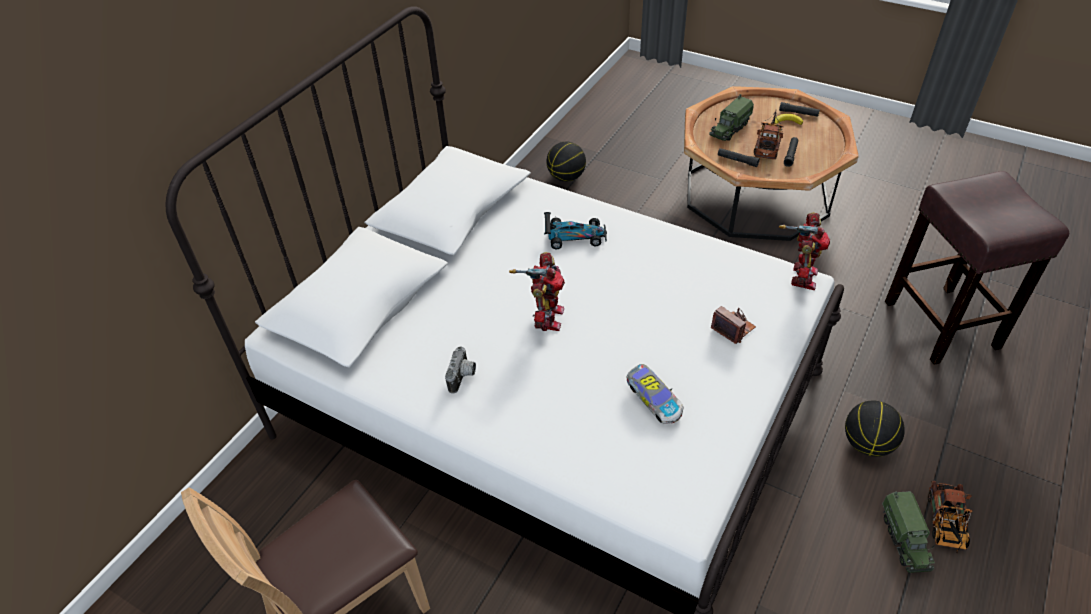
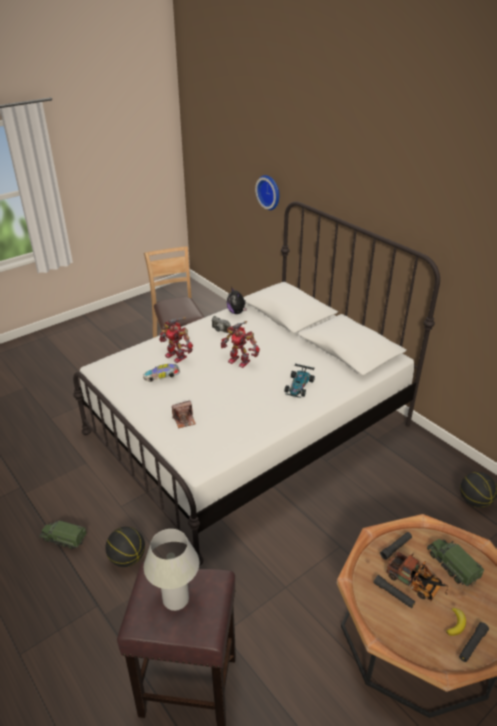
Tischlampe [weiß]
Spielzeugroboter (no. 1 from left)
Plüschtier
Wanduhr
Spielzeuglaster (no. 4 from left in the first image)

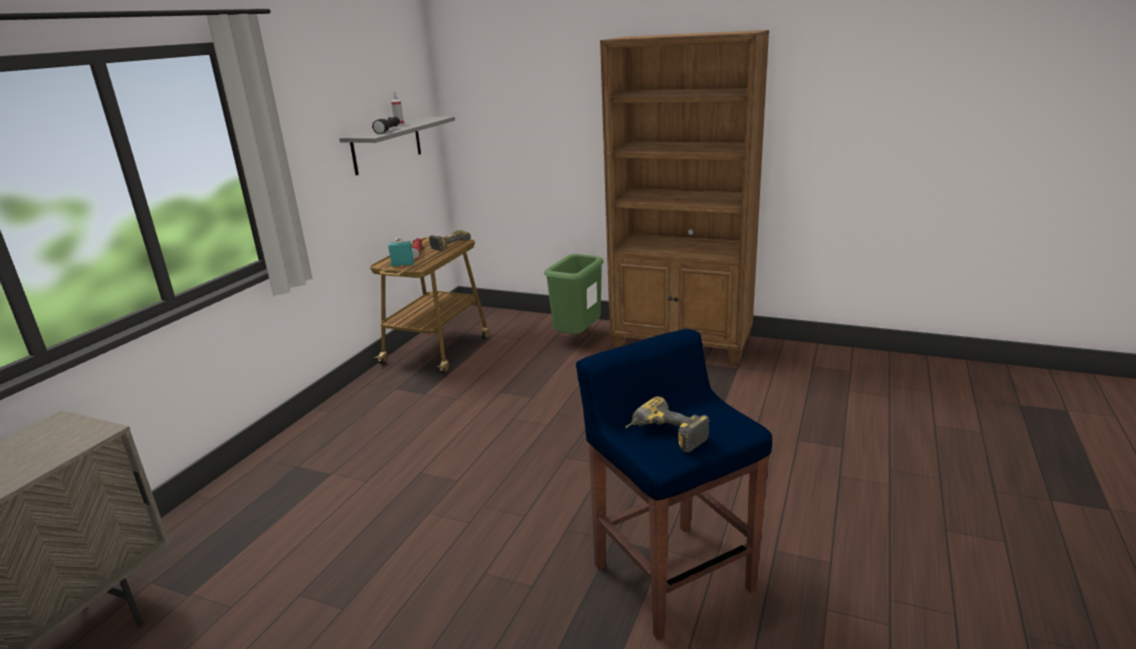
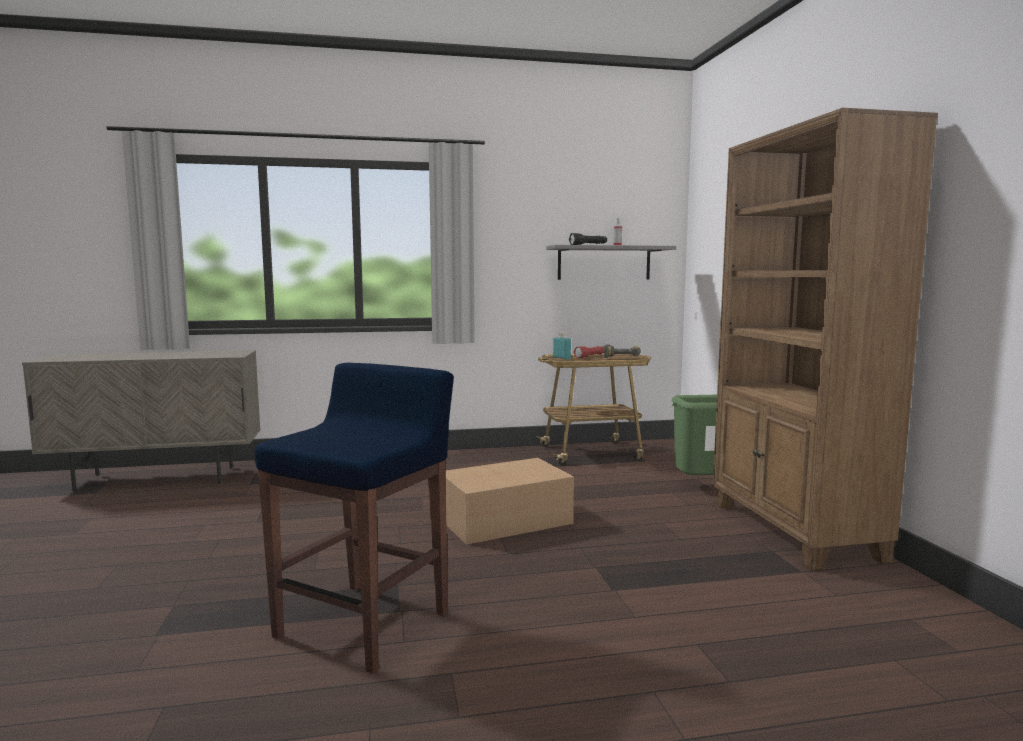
Karton
Bohrmaschine (no. 2 from left in the first image)

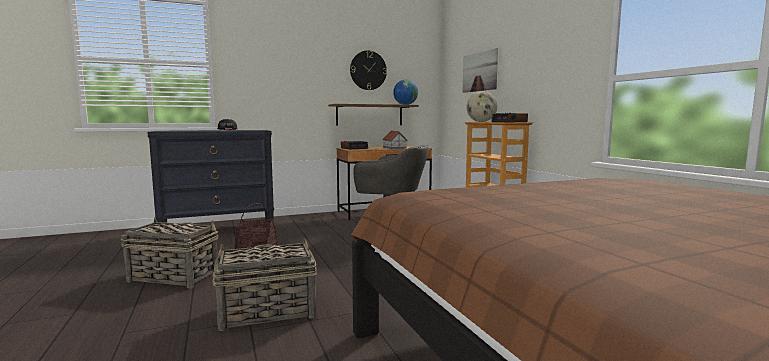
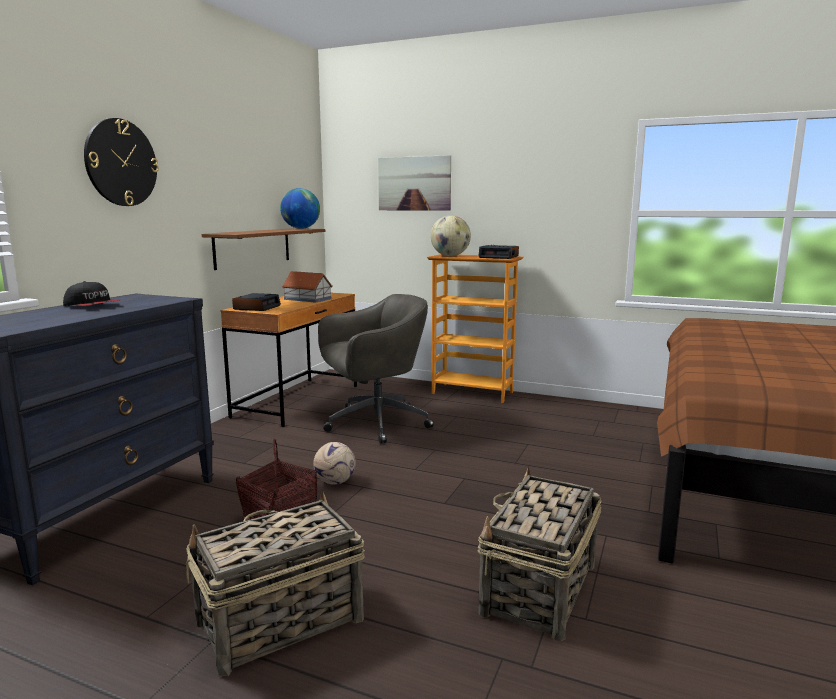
Wanduhr
Fußball

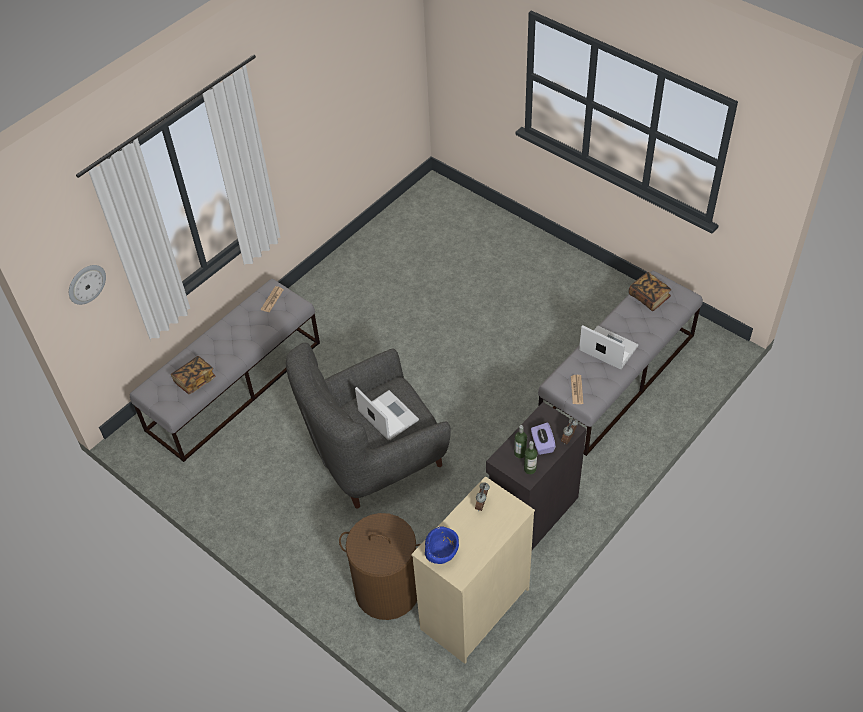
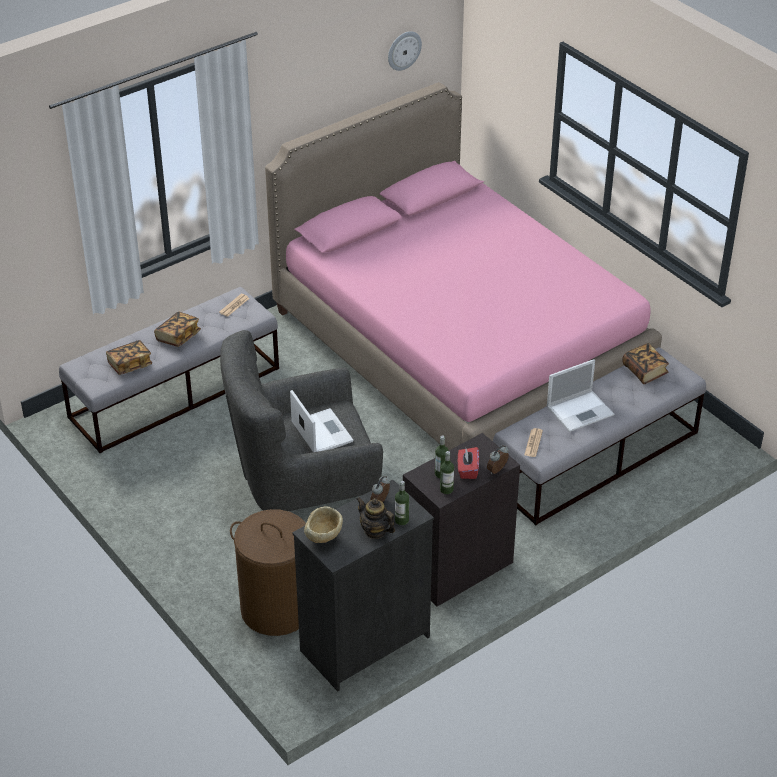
Buch (no. 2 from left)
Bett [rosa]
Kommode [schwarz]
Schüssel [beige]
Teekanne
Wanduhr
Flasche (no. 1 from left)
Taschentuchbox [rot]
Laptop (no. 2 from left)

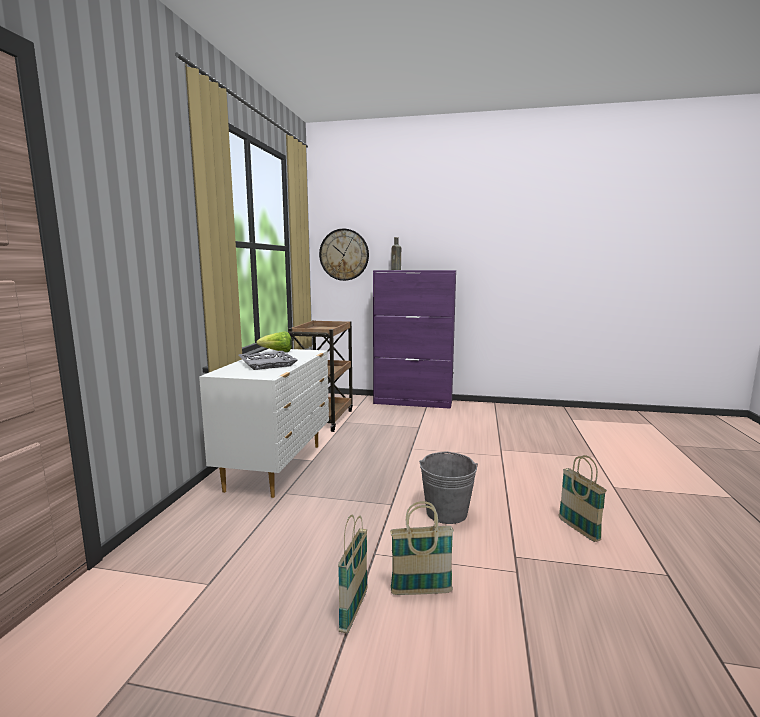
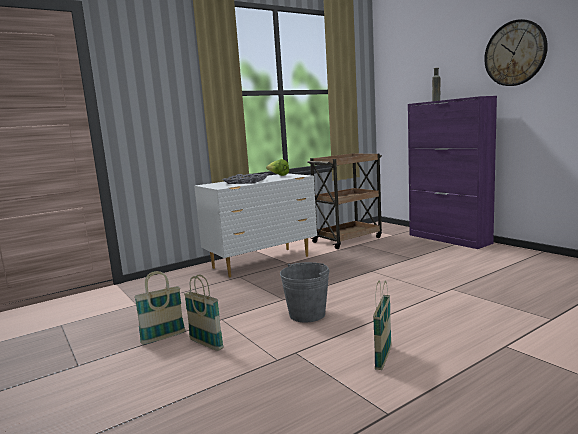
Wanduhr

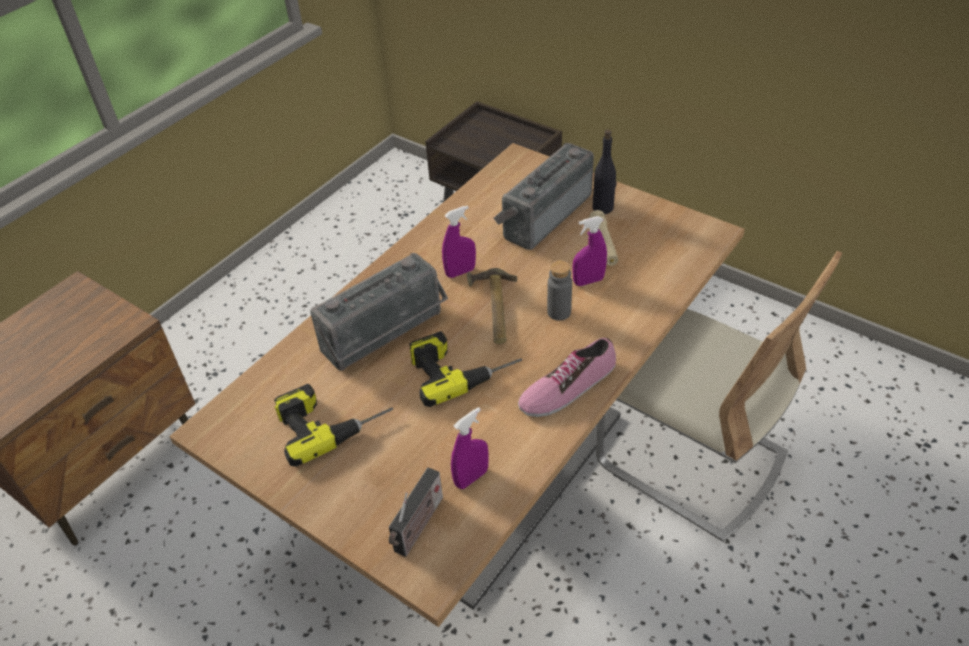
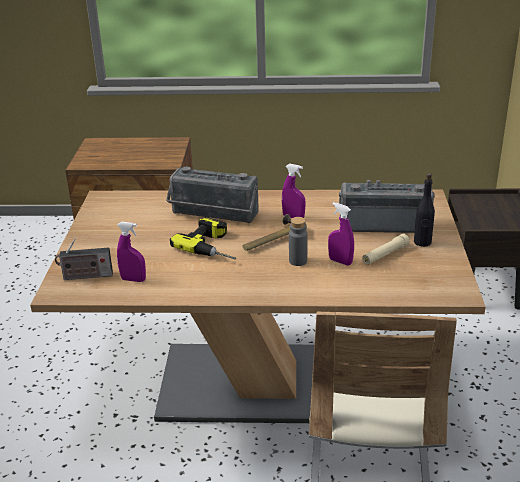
Bohrmaschine (no. 1 from left in the first image)
Schuh

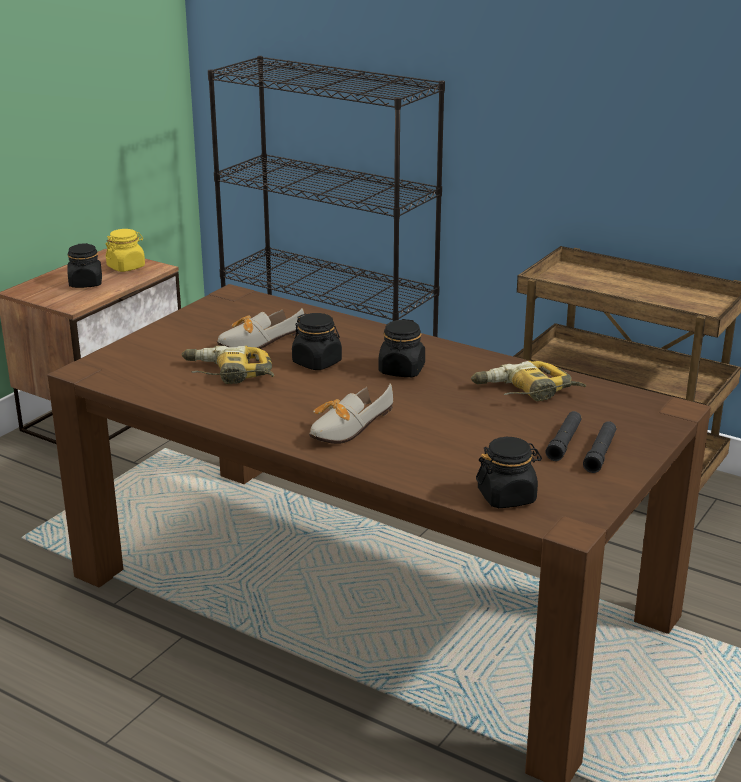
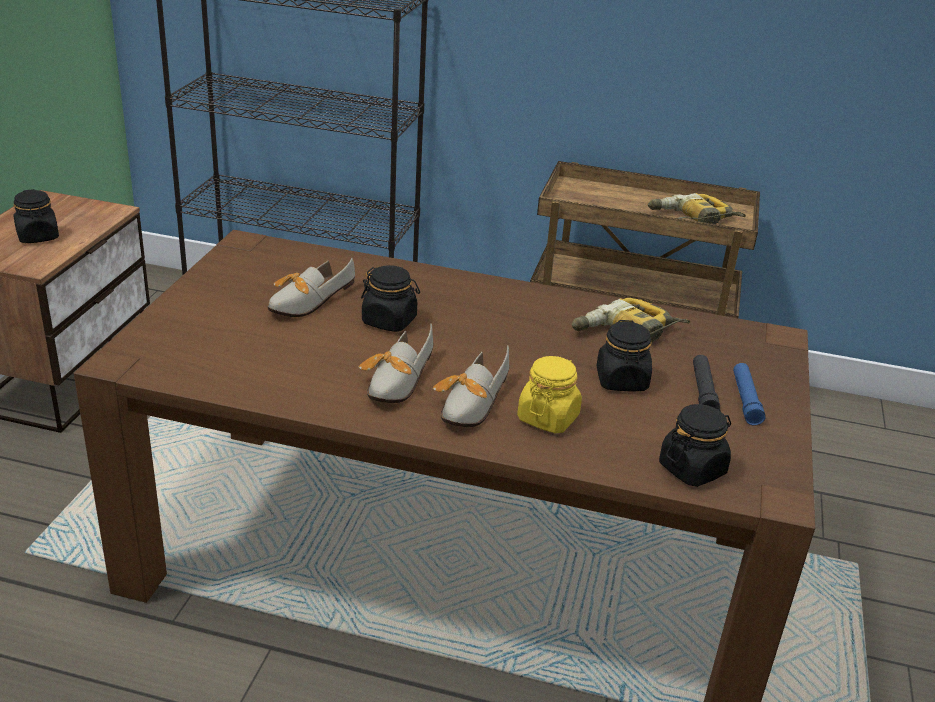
Schuh (no. 2 from left)
Vorratsglas [gelb]
Vorratsglas [schwarz] (no. 3 from left)
Bohrmaschine (no. 2 from left)
Taschenlampe [blau]

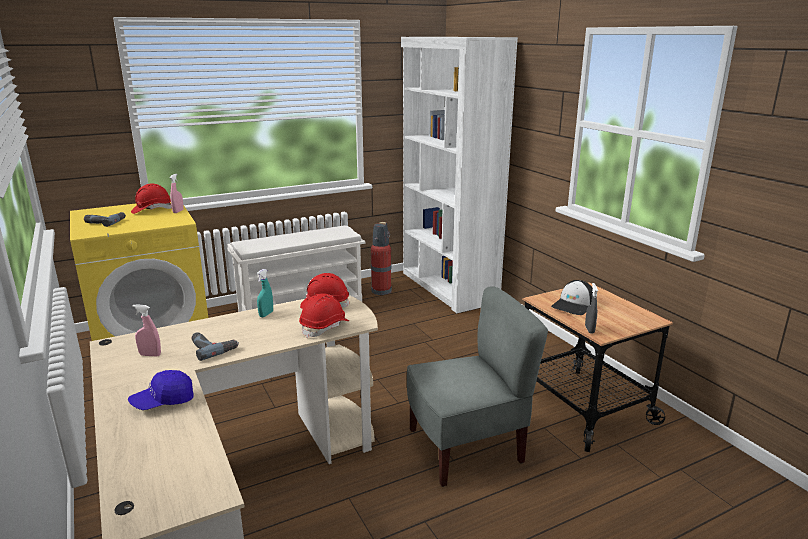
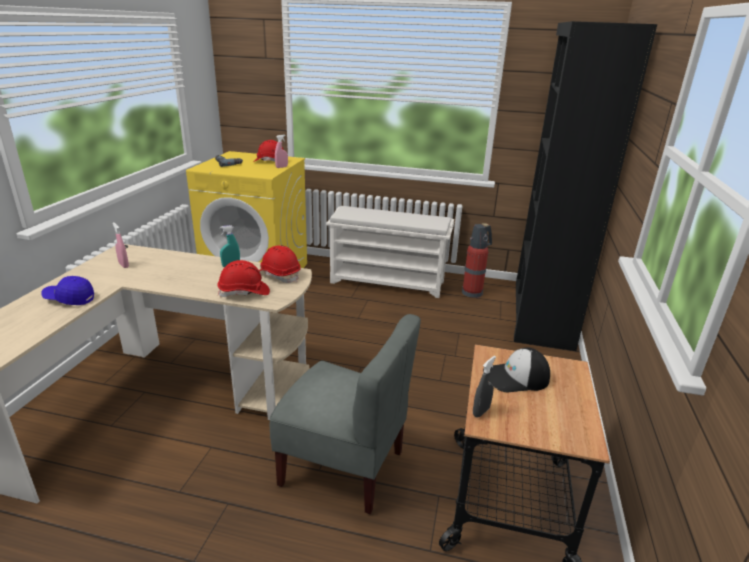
Bücherregal [schwarz]
Bohrmaschine (no. 2 from left in the first image)

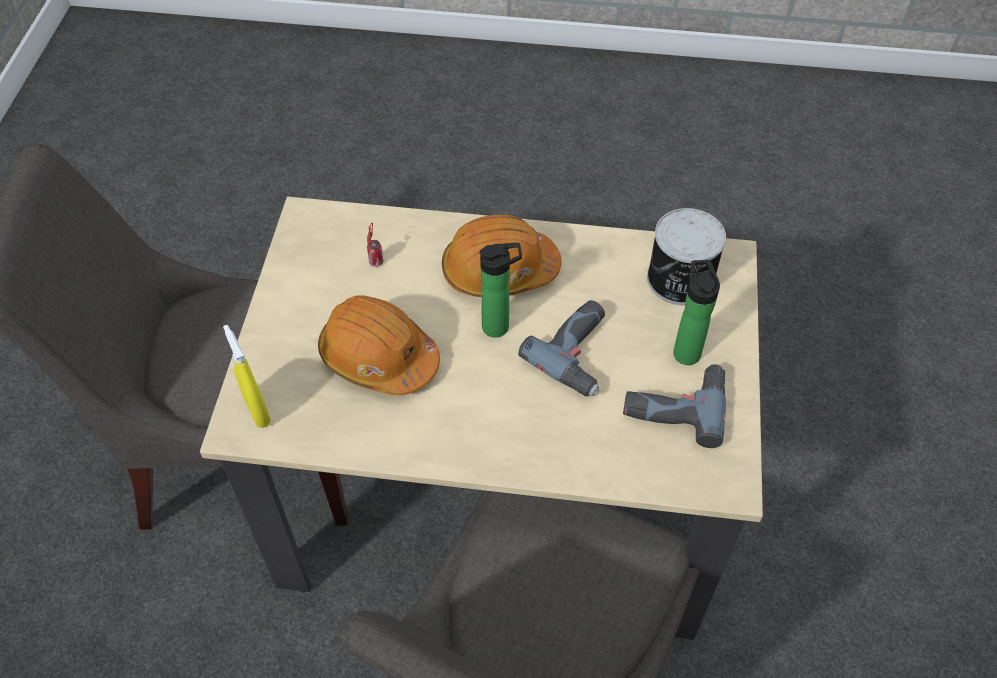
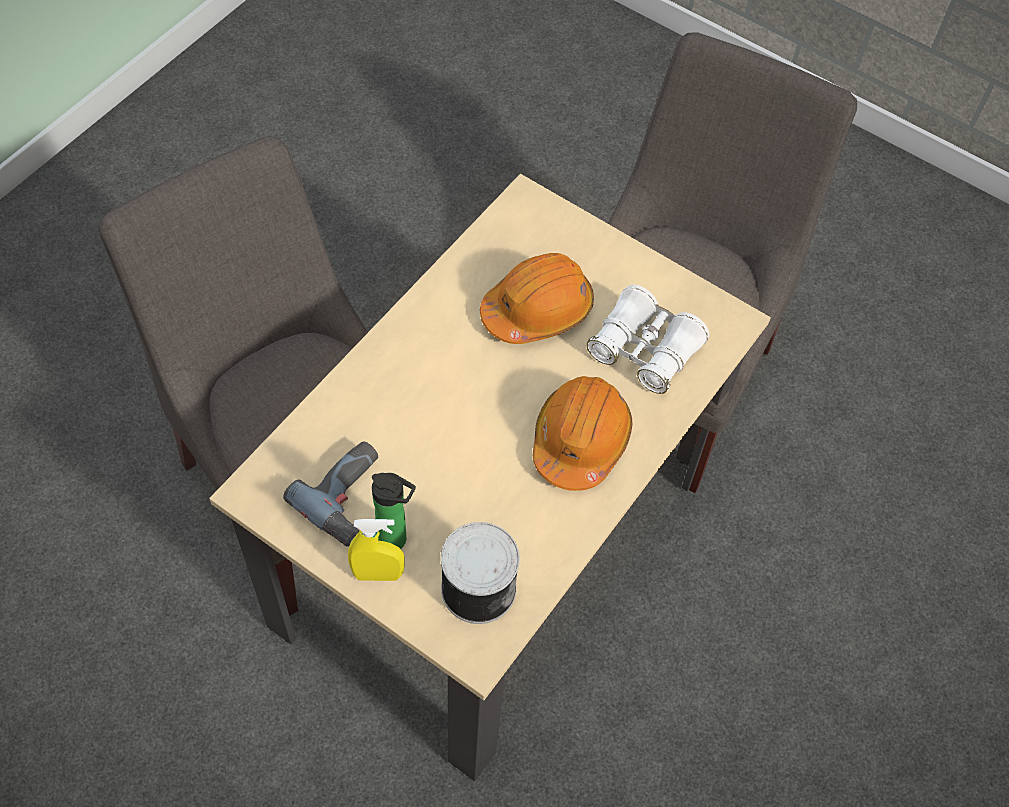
Sprühflasche [gelb]
Fernglas [weiß]
Flasche (no. 1 from left in the first image)
Bohrmaschine (no. 1 from left in the first image)

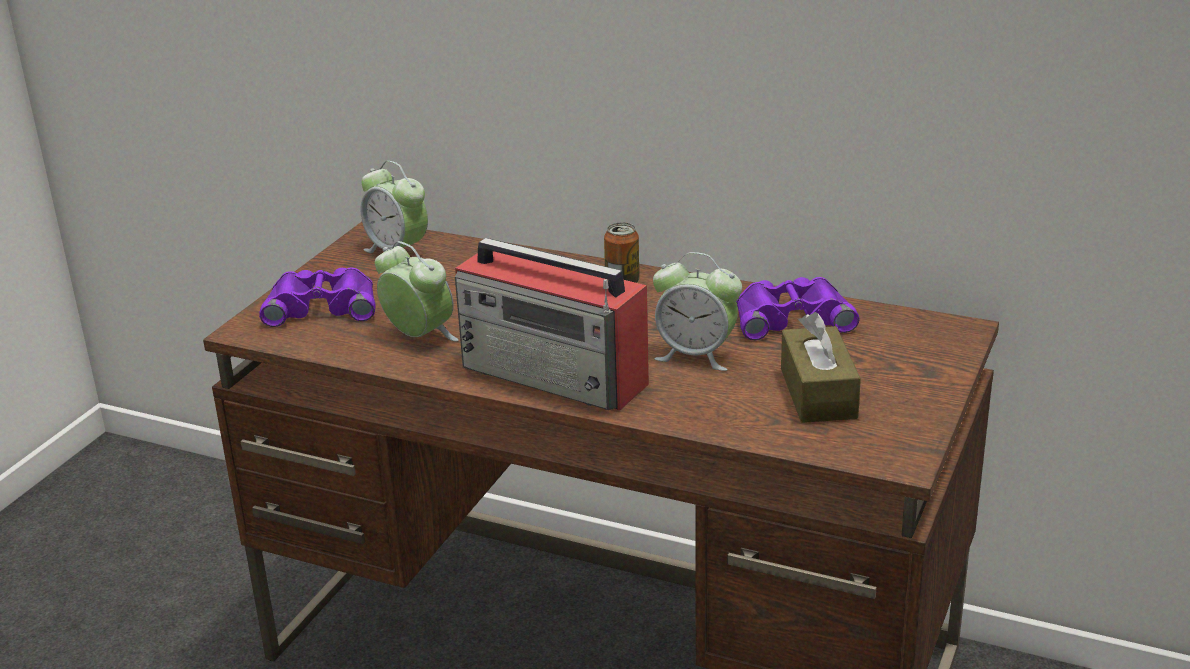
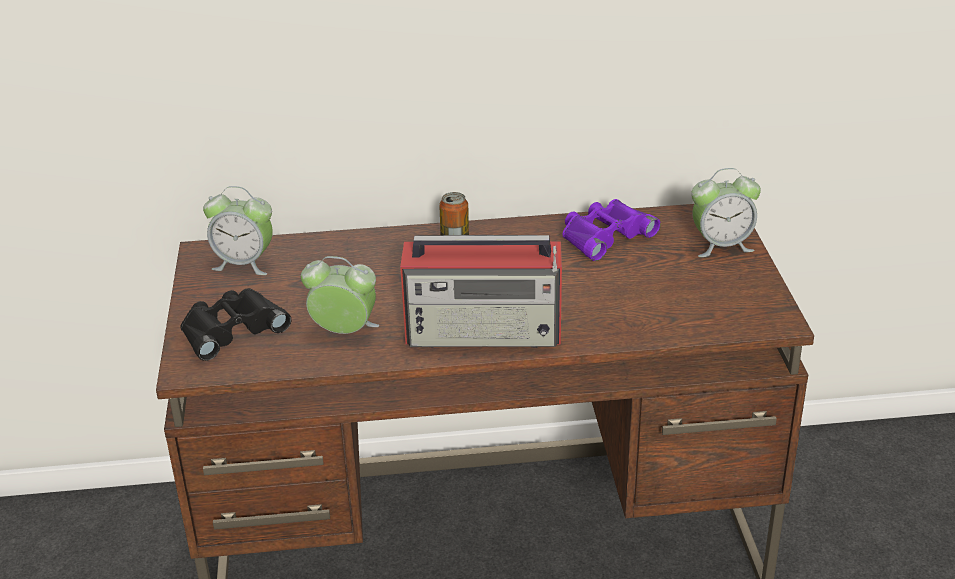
Fernglas [schwarz]
Wecker (no. 3 from left)
Taschentuchbox [braun]

